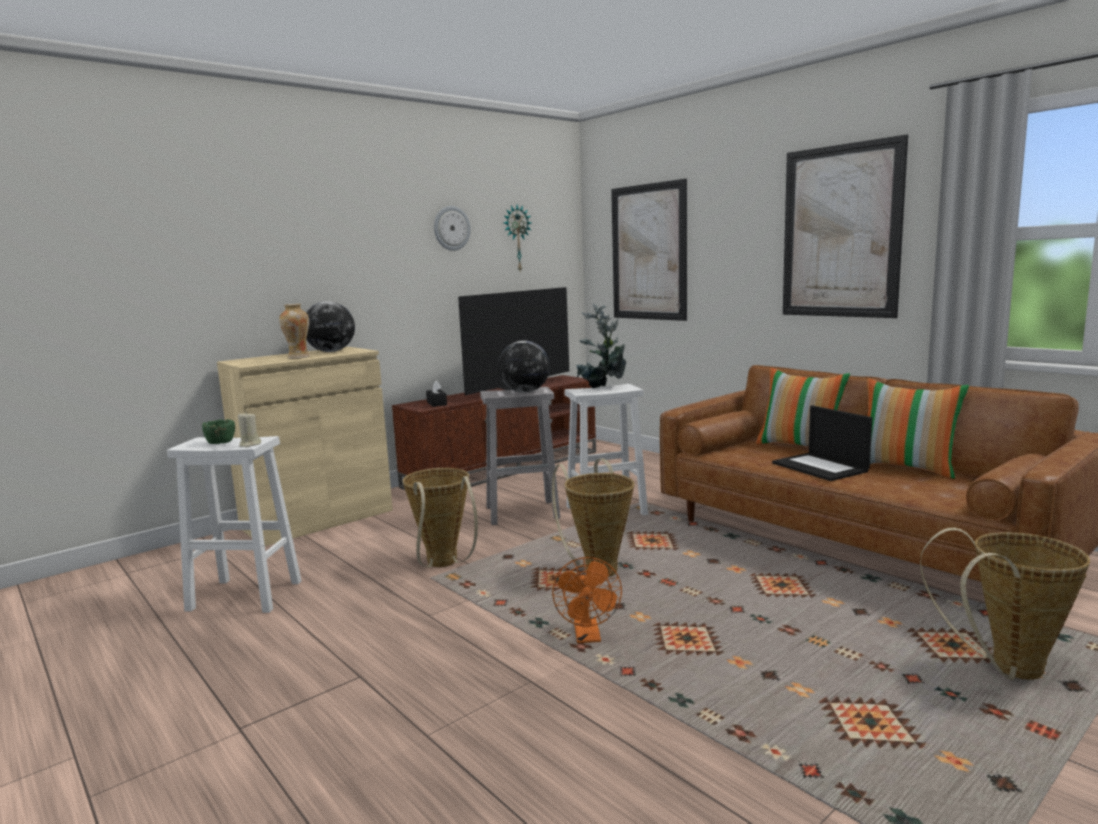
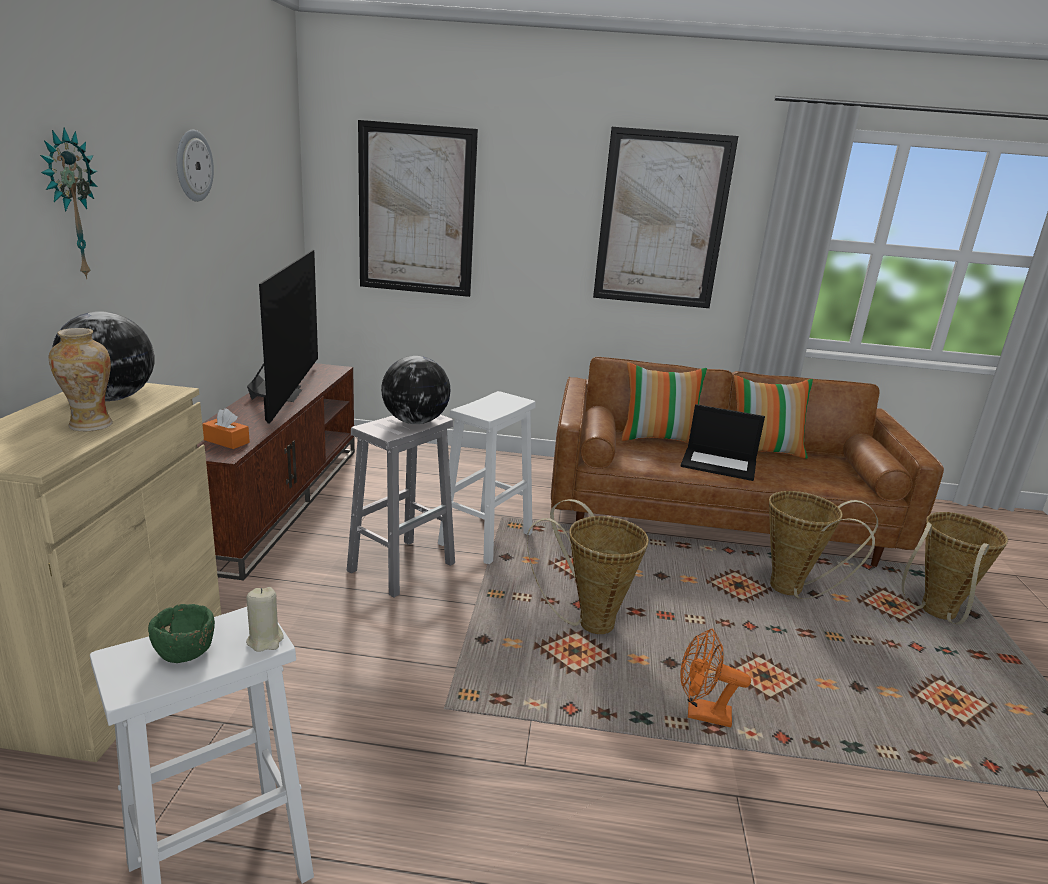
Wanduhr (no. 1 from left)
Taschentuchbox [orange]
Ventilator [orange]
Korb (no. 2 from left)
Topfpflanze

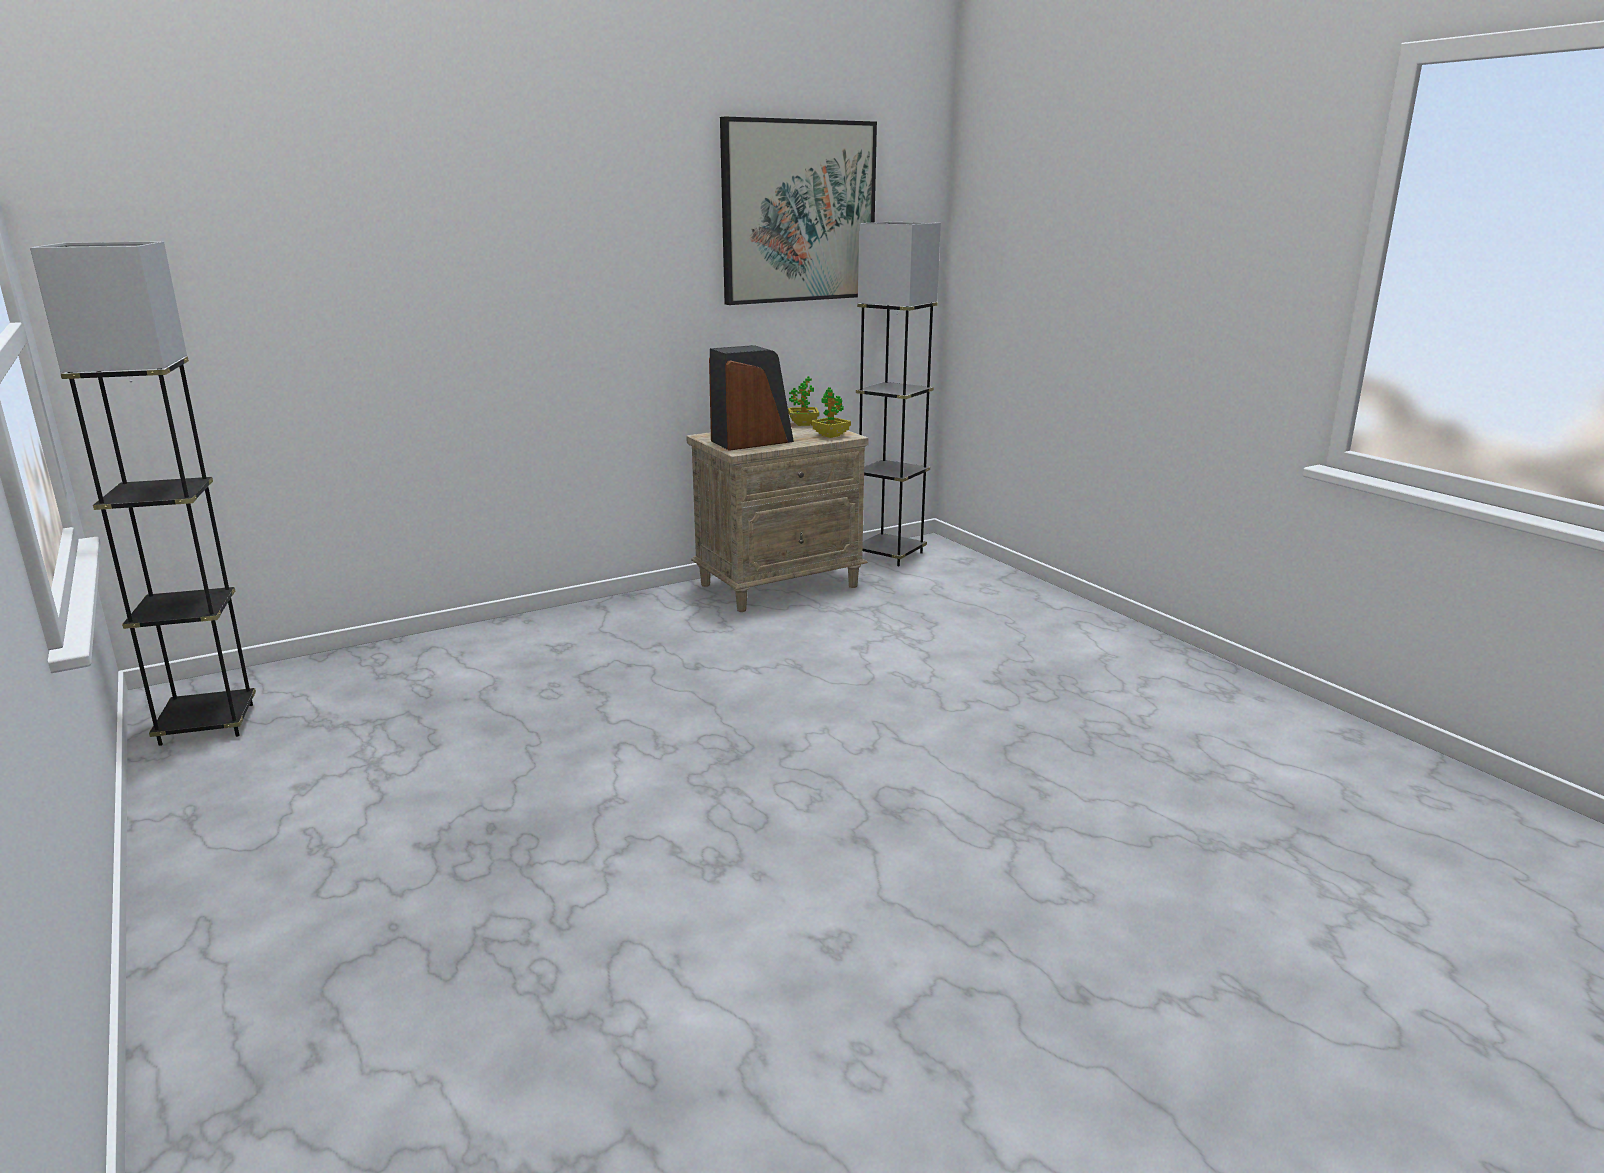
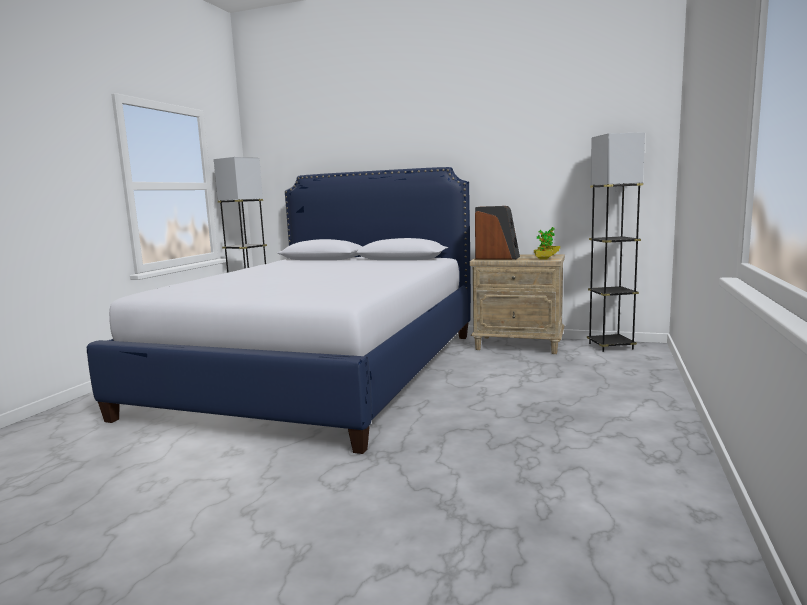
Bett
Bild

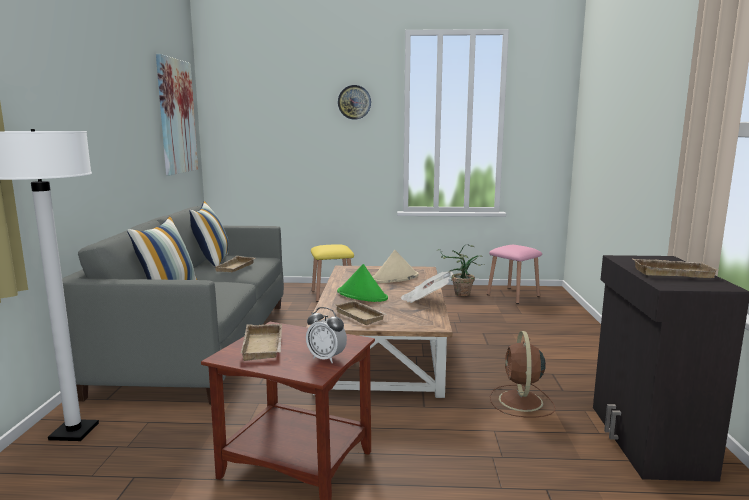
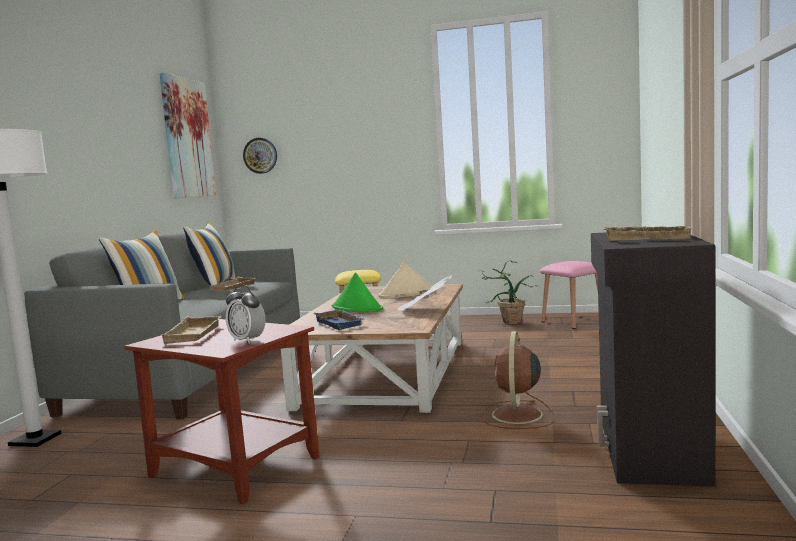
Wanduhr
Tablett [blau]

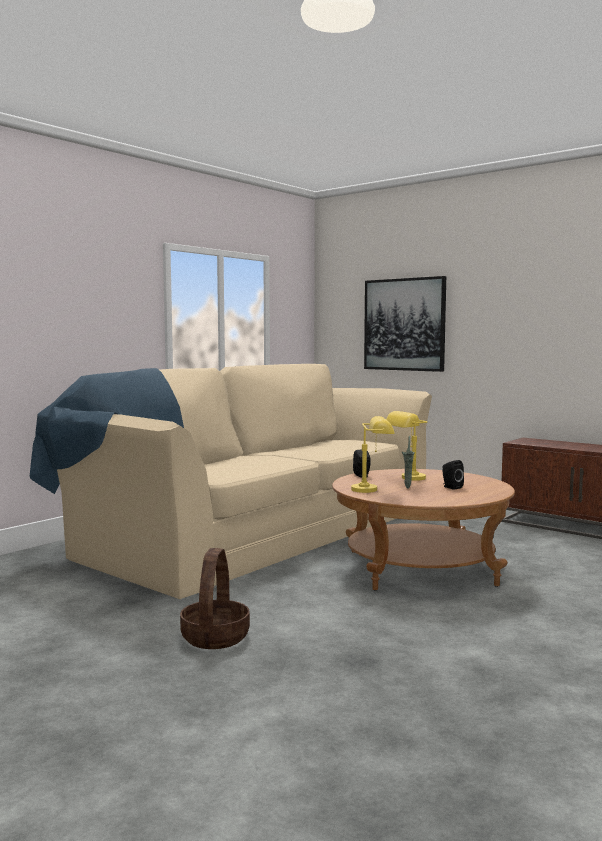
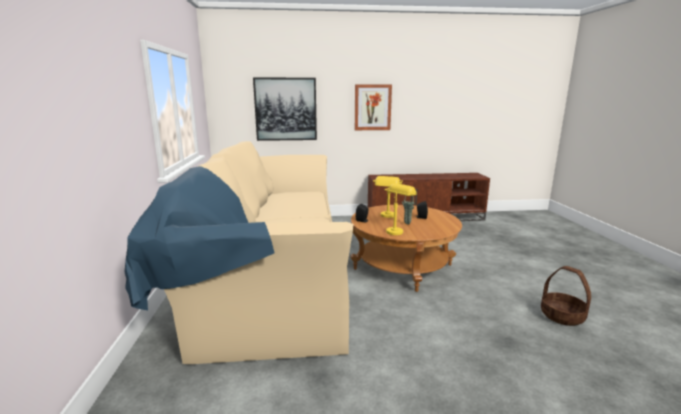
Bild (no. 2 from left)
Korb

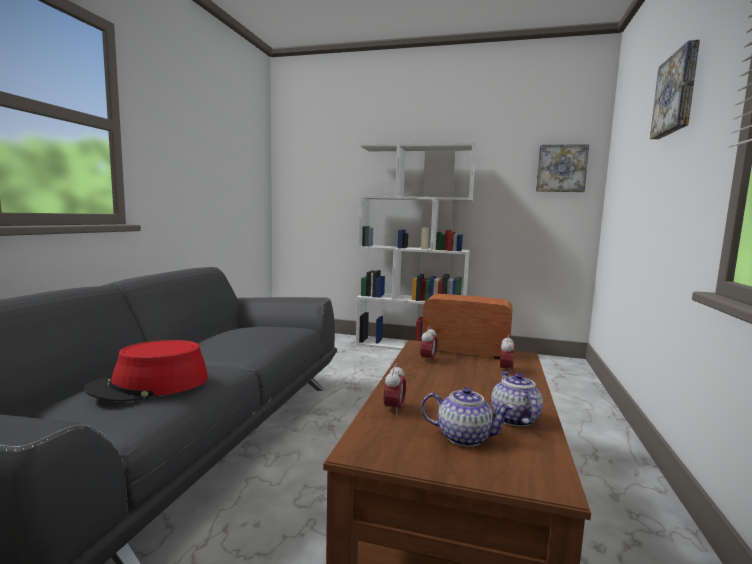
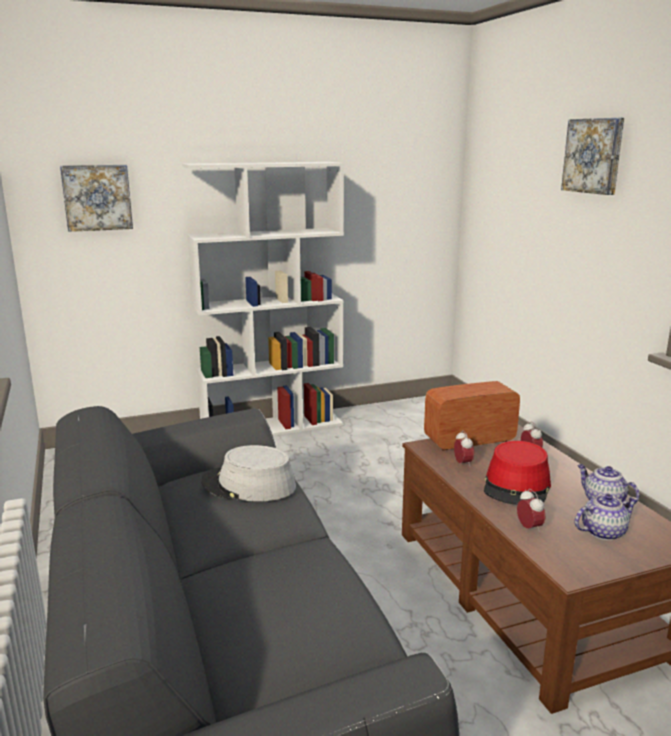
Bild (no. 1 from left)
Hut [grau]
Hut [rot]

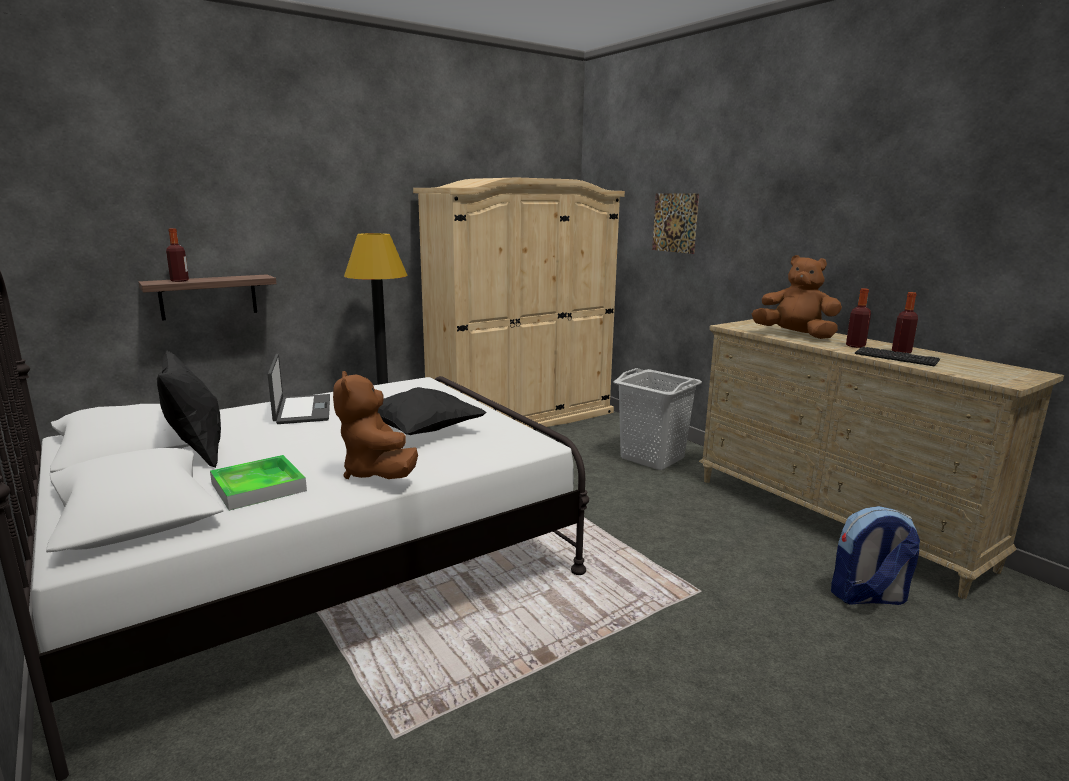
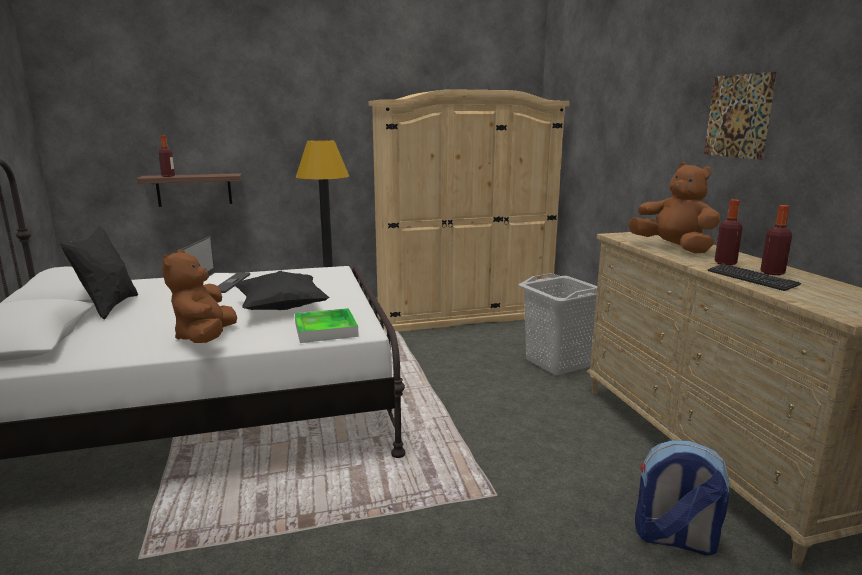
Tablett
Bild

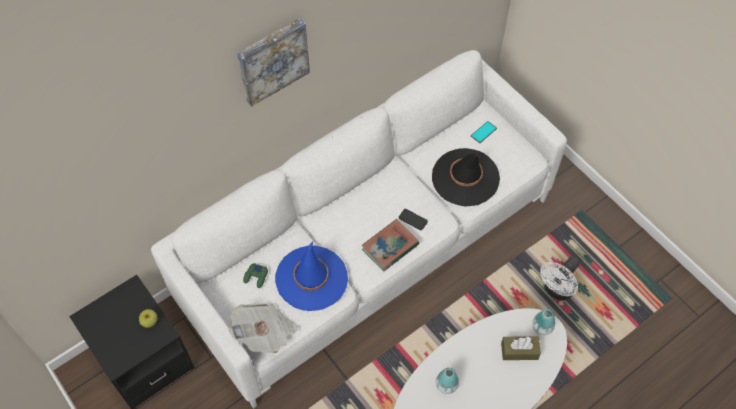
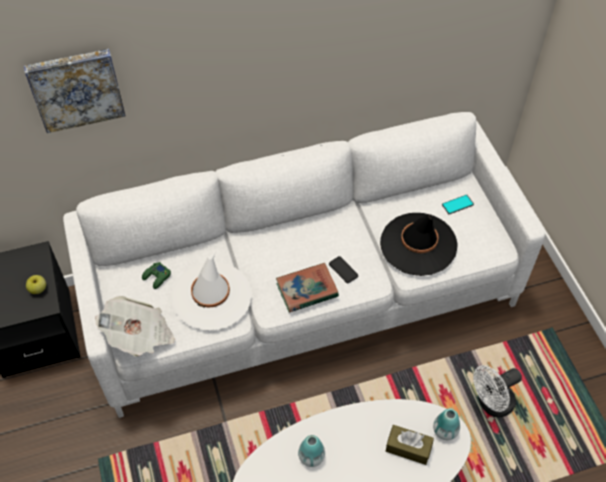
Bild
Hut [weiß]

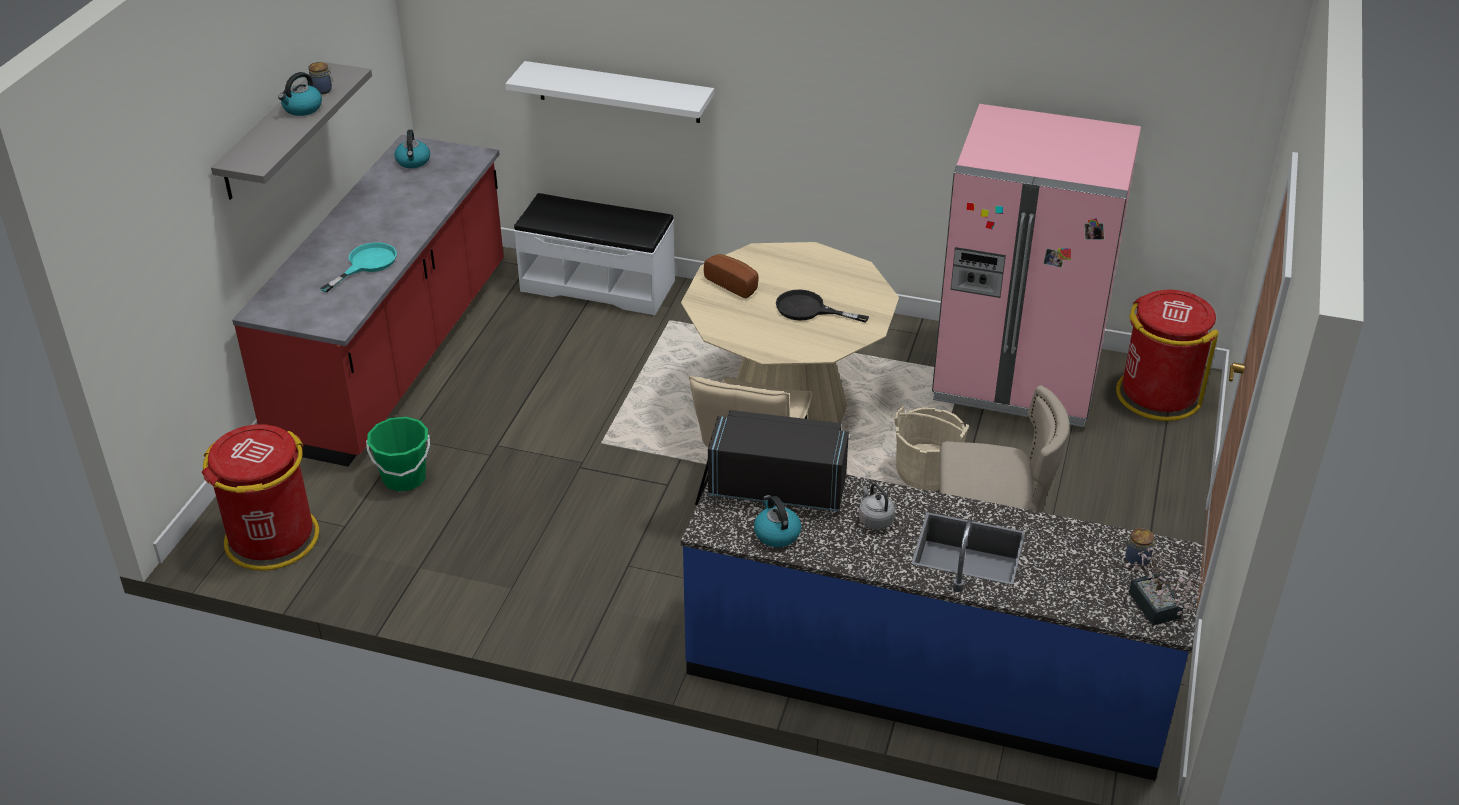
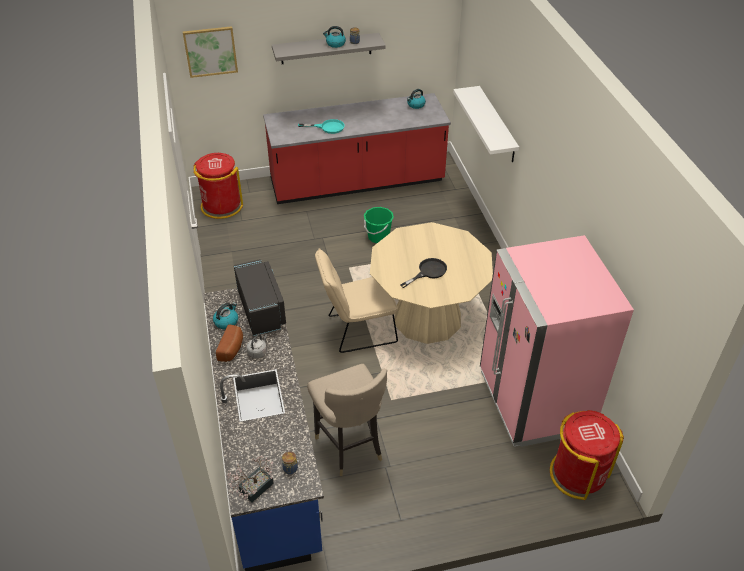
Bild
Brot
Eimer [grün]
Pfanne [schwarz]
Bank [weiß]
Eimer [beige]

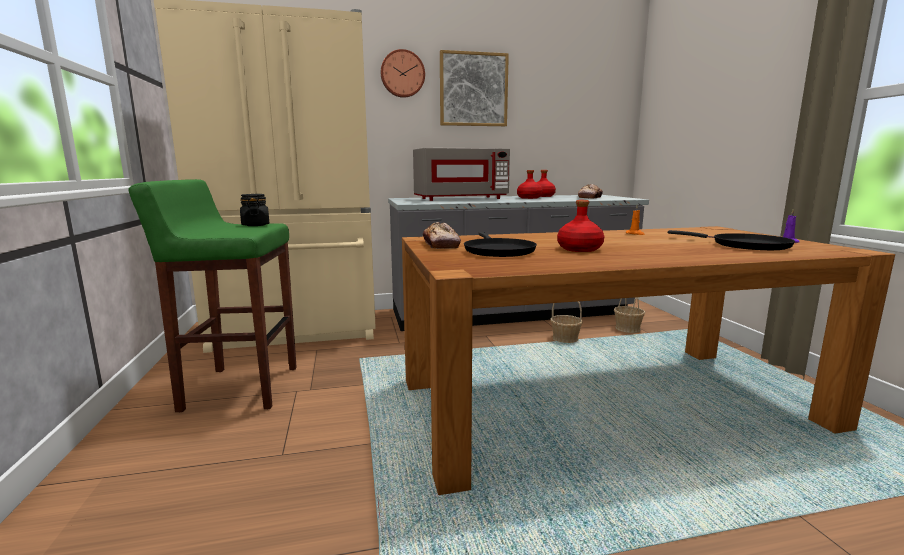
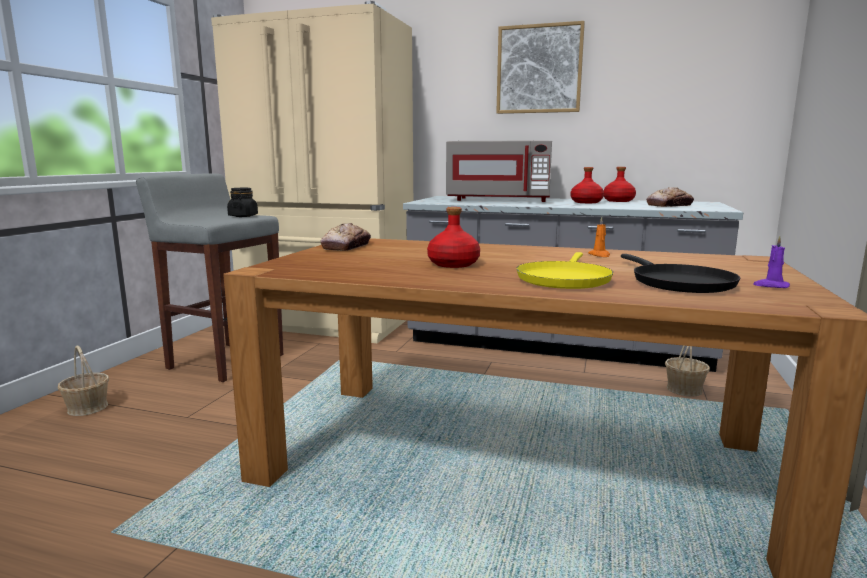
Korb (no. 1 from left)
Hocker [grau]
Pfanne [gelb]
Wanduhr
Pfanne [schwarz] (no. 1 from left in the first image)

